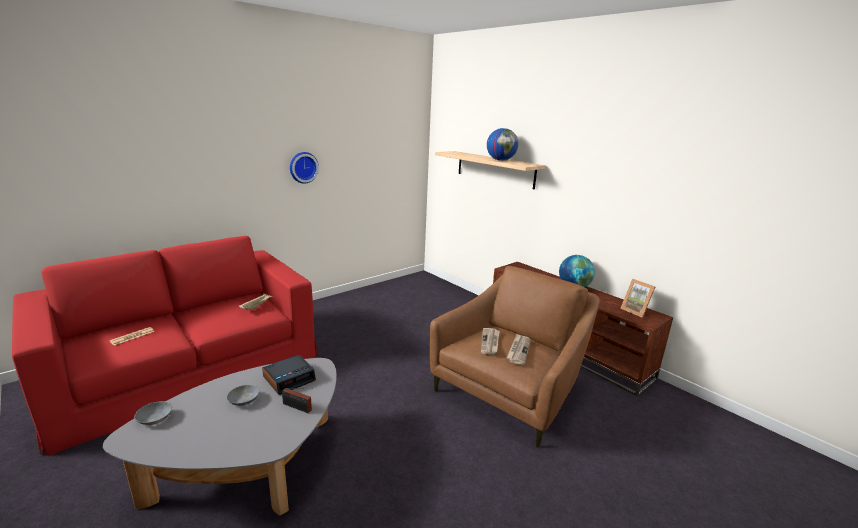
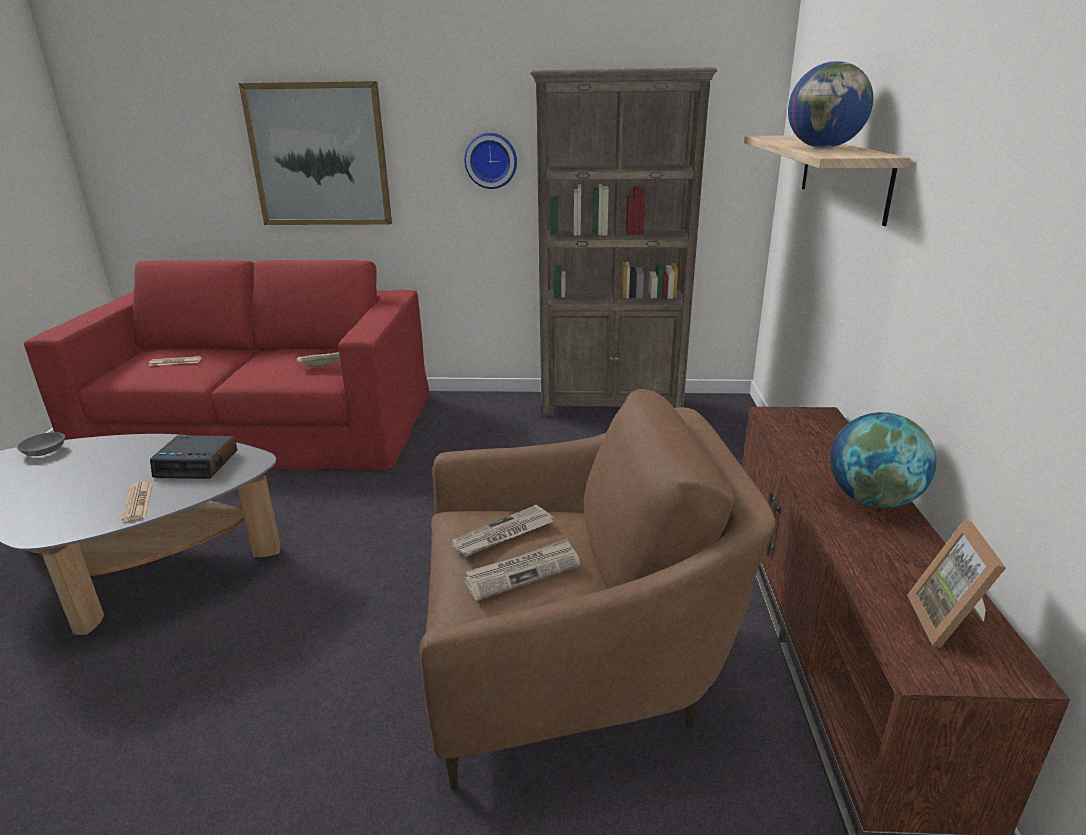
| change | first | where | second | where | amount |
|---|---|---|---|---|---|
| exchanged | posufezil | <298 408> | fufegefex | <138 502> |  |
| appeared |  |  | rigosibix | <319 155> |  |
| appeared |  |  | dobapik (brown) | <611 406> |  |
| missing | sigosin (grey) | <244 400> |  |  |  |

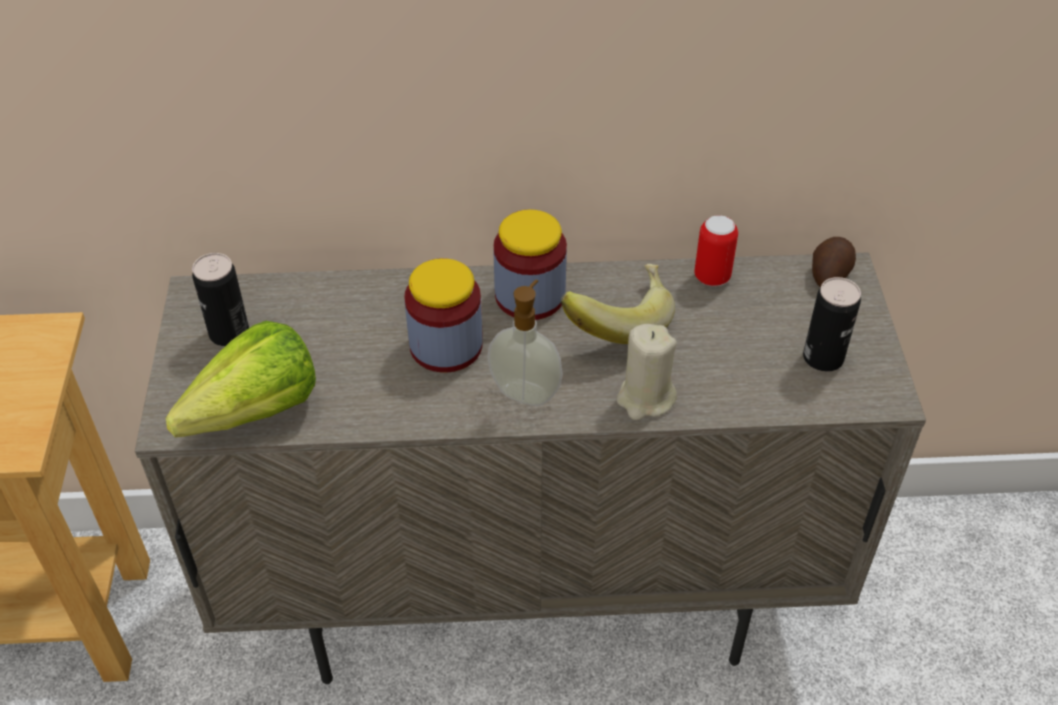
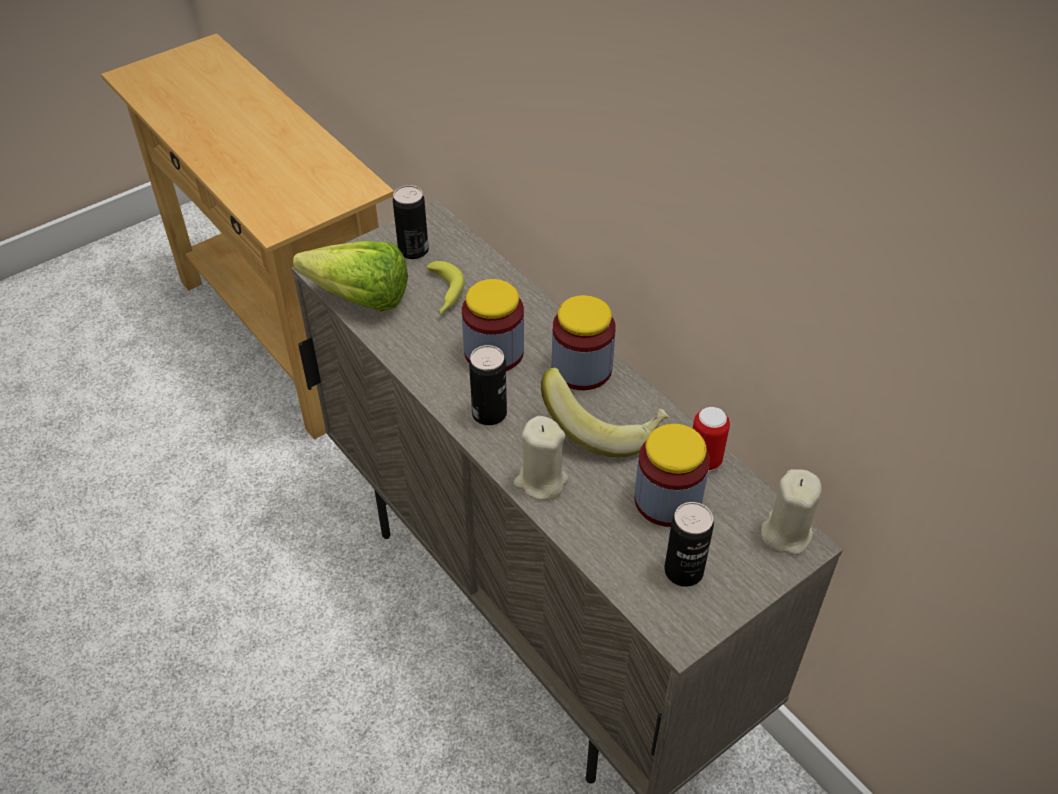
| change | first | where | second | where | amount |
|---|---|---|---|---|---|
| appeared |  |  | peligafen | <443 294> |  |
| exchanged | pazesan | <526 391> | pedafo | <489 413> |  |
| appeared |  |  | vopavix | <667 500> |  |
| exchanged | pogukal | <829 274> | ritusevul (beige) | <785 533> |  |

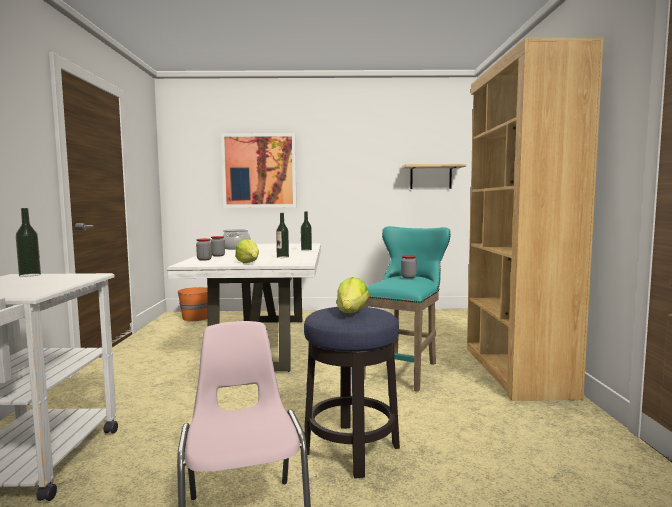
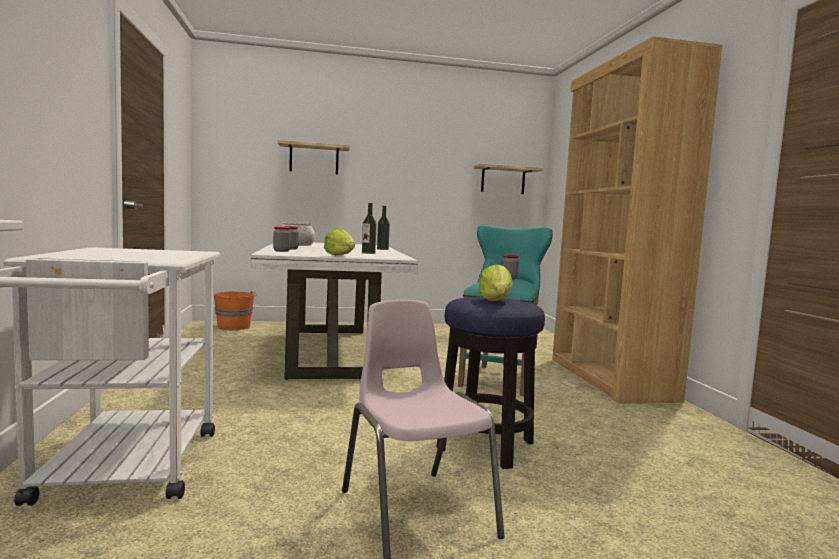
| change | first | where | second | where | amount |
|---|---|---|---|---|---|
| exchanged | rigosibix | <259 170> | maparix | <314 159> |  |
| missing | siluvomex | <30 275> |  |  |  |

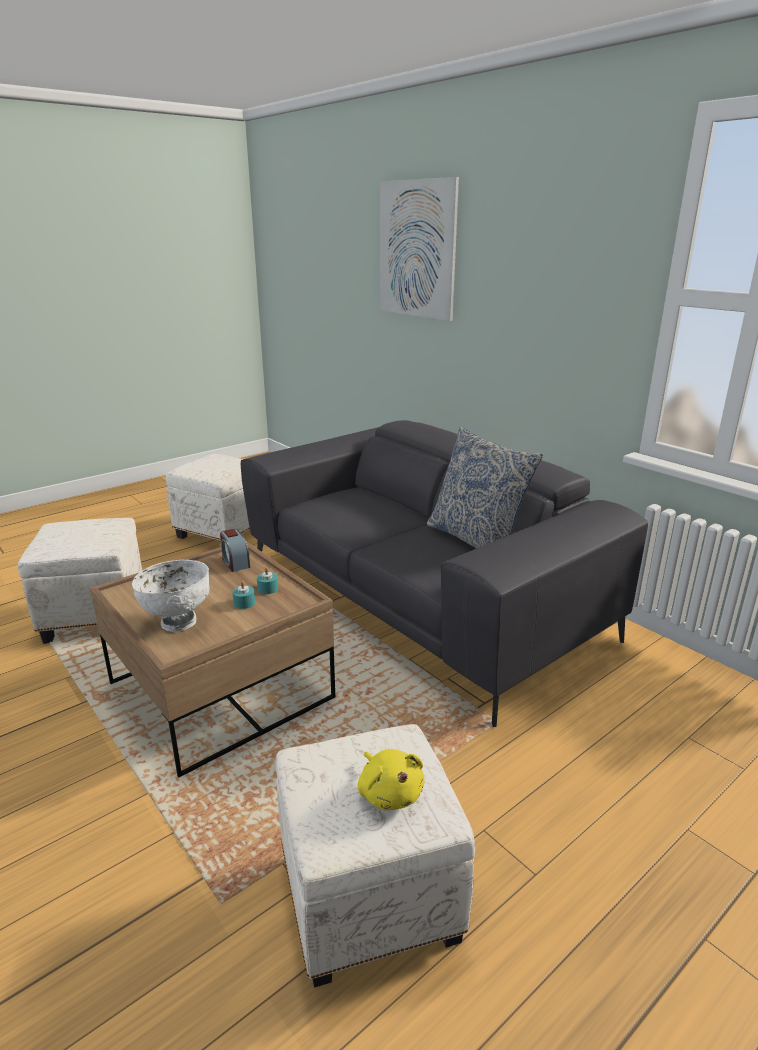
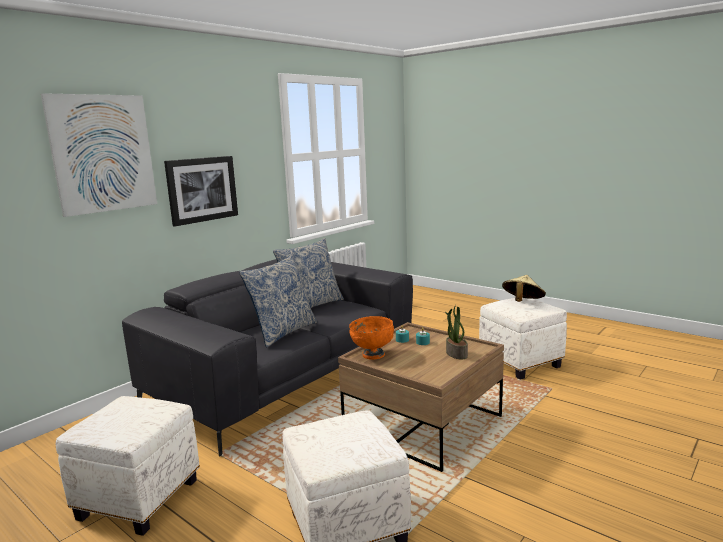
| change | first | where | second | where | amount |
|---|---|---|---|---|---|
| appeared |  |  | rigosibix | <202 189> |  |
| appeared |  |  | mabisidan | <283 332> |  |
| exchanged | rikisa | <235 562> | sigosin (orange) | <372 355> |  |
| exchanged | sigosin (white) | <178 621> | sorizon | <456 354> |  |
| exchanged | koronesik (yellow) | <389 792> | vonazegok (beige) | <522 302> |  |

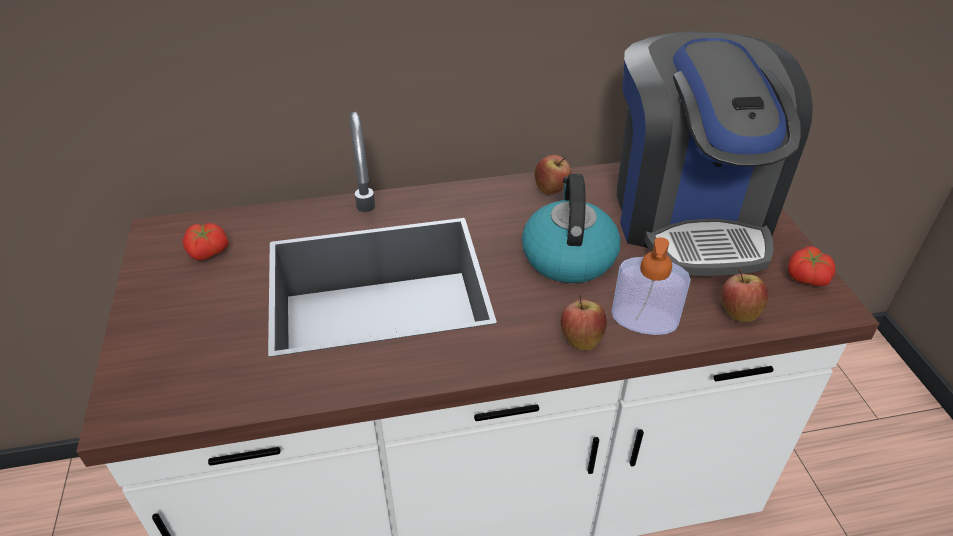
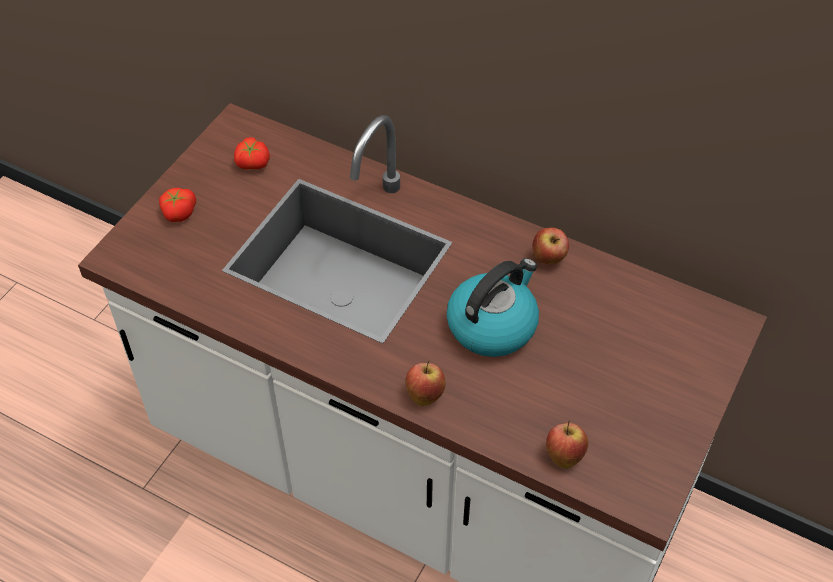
| change | first | where | second | where | amount |
|---|---|---|---|---|---|
| relocated | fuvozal | <805 278> |  | <178 212> |  |
| missing | pazesan | <644 320> |  |  |  |
| missing | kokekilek | <689 215> |  |  |  |

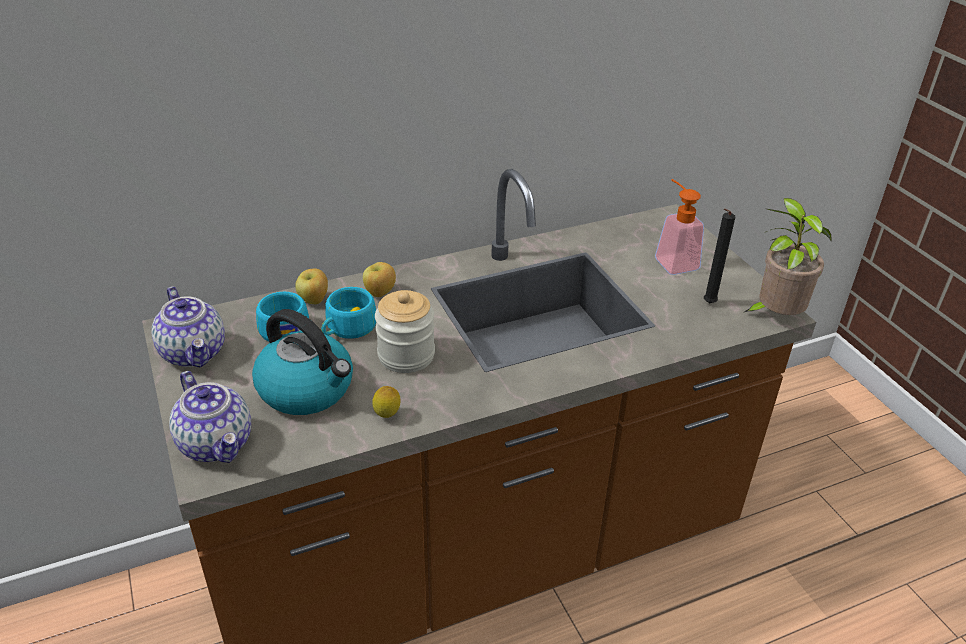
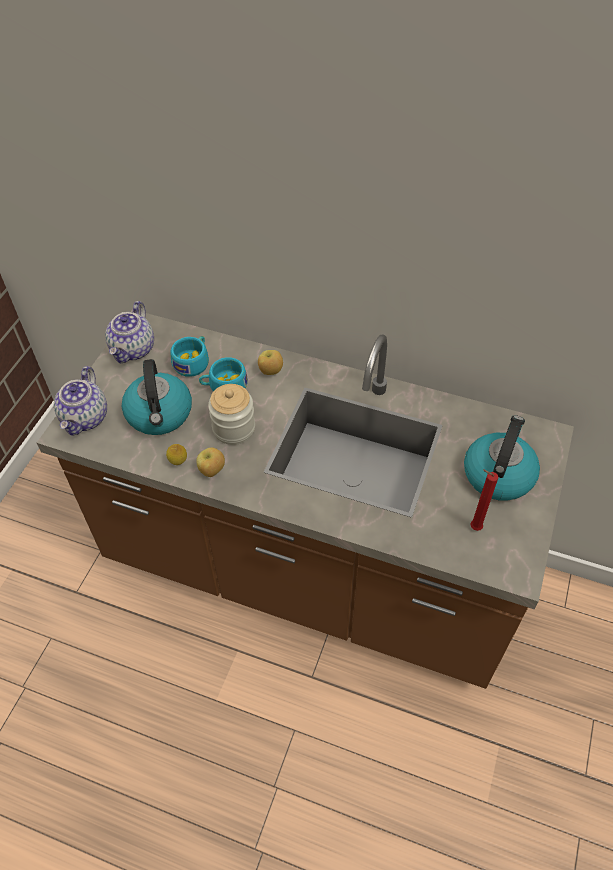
| change | first | where | second | where | amount |
|---|---|---|---|---|---|
| relocated | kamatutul | <314 300> |  | <212 471> |  |
| exchanged | pazesan | <672 260> | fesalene | <498 474> |  |
| colour | ritusevul (black) | <707 304> | ritusevul (red) | <473 527> |  |
| missing | sorizon | <774 316> |  |  |  |

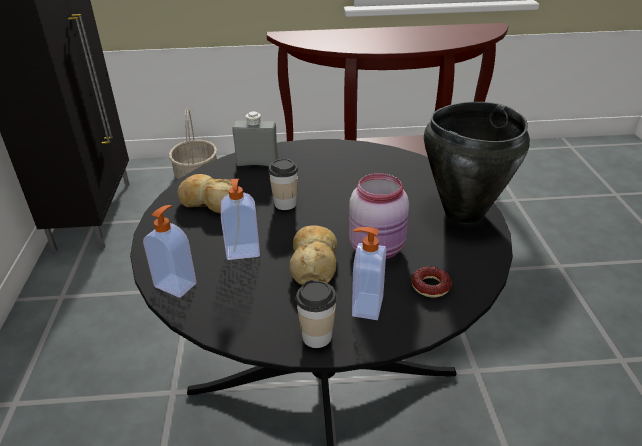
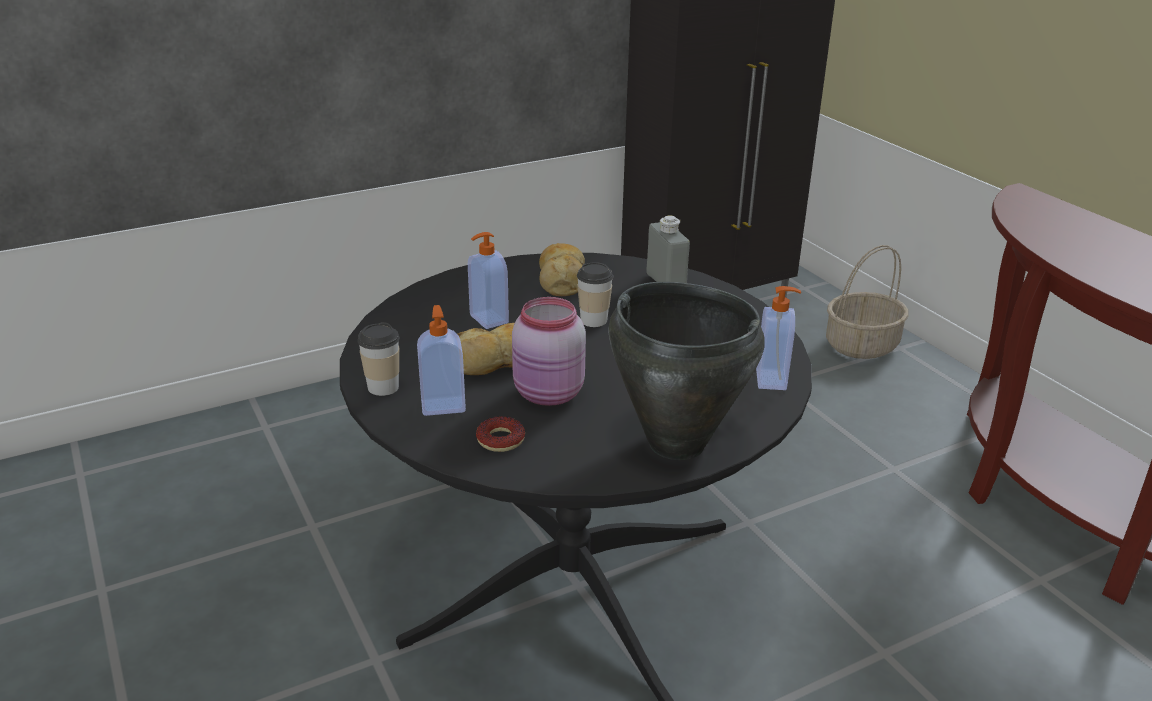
| change | first | where | second | where | amount |
|---|---|---|---|---|---|
| relocated | pazesan | <176 284> |  | <772 380> |  |

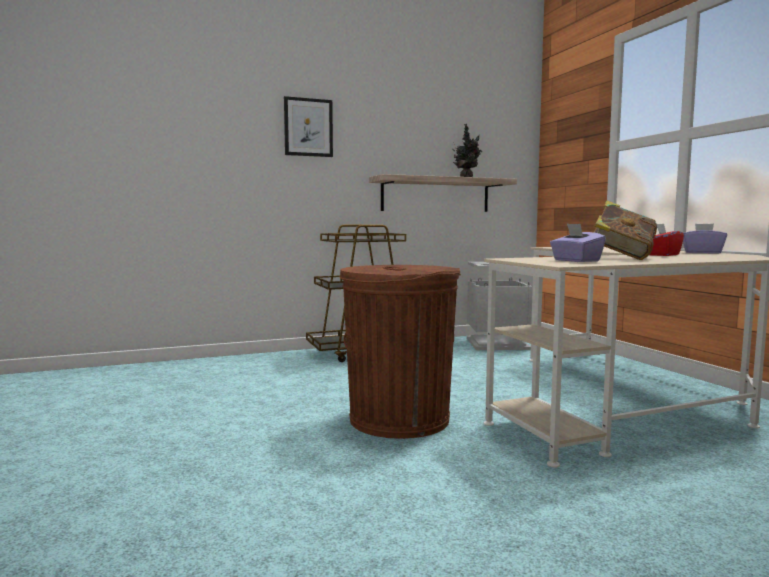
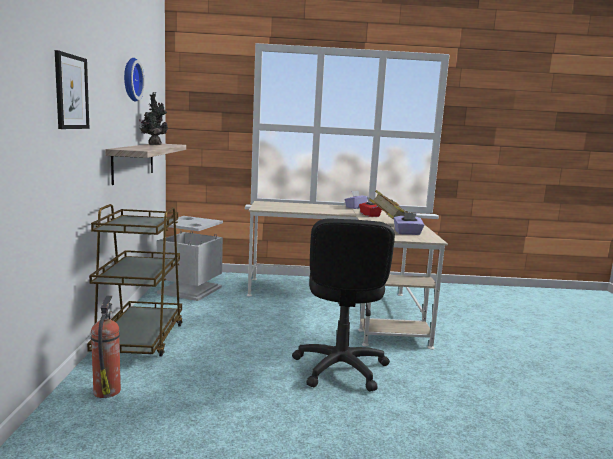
| change | first | where | second | where | amount |
|---|---|---|---|---|---|
| appeared |  |  | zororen | <107 390> |  |
| appeared |  |  | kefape | <130 79> |  |
| exchanged | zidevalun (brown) | <399 419> | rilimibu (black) | <340 368> |  |

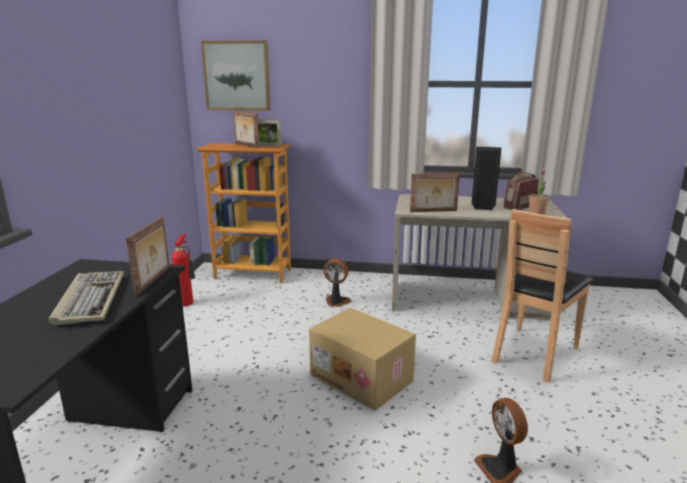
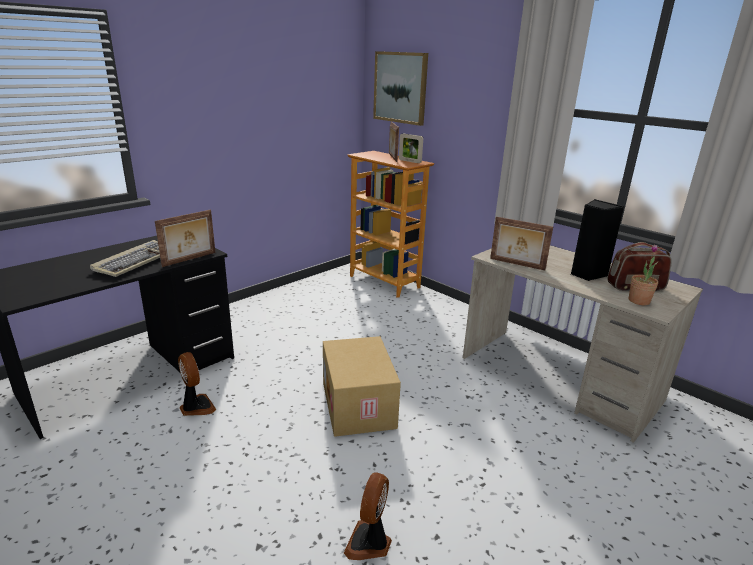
| change | first | where | second | where | amount |
|---|---|---|---|---|---|
| relocated | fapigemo | <336 302> |  | <196 407> |  |
| missing | zororen | <187 302> |  |  |  |
| missing | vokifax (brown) | <534 353> |  |  |  |

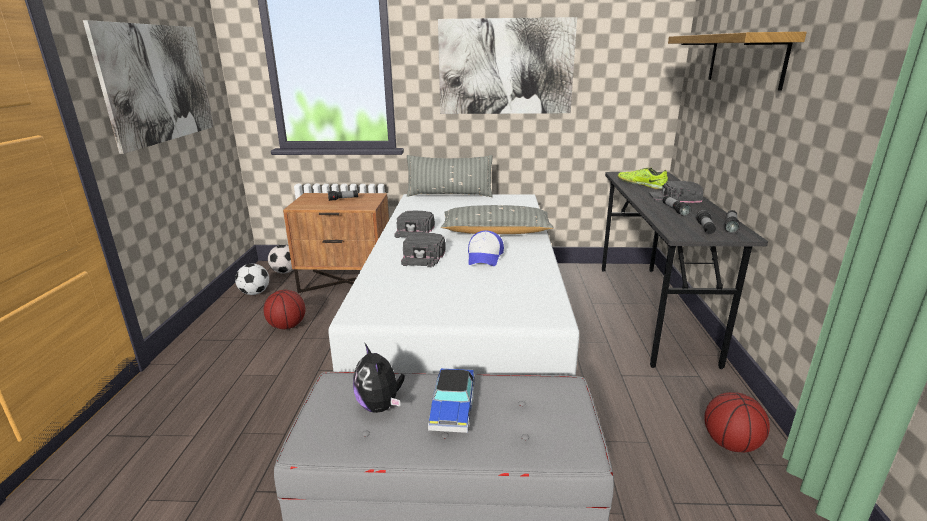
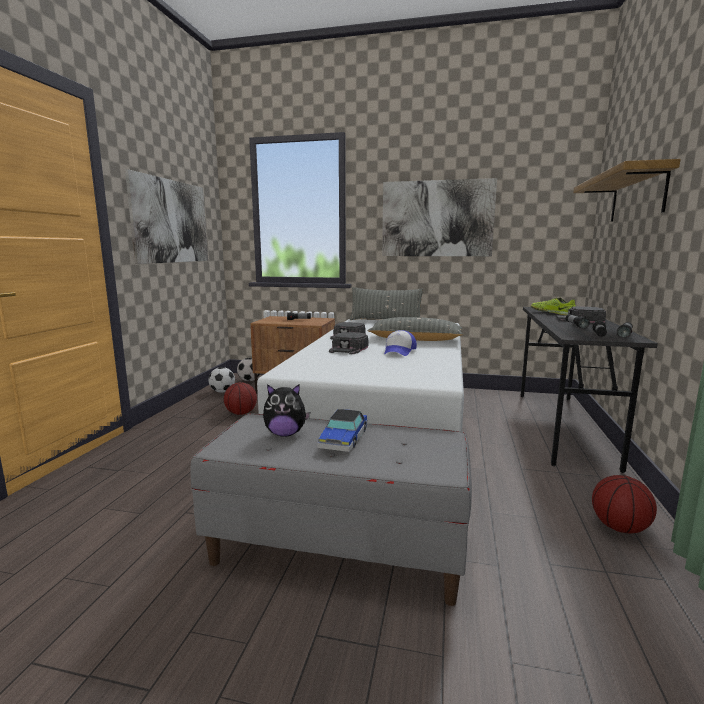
| change | first | where | second | where | amount |
|---|---|---|---|---|---|
| spun | koronesik | <380 406> |  | <285 434> | 75 degrees counterclockwise |

